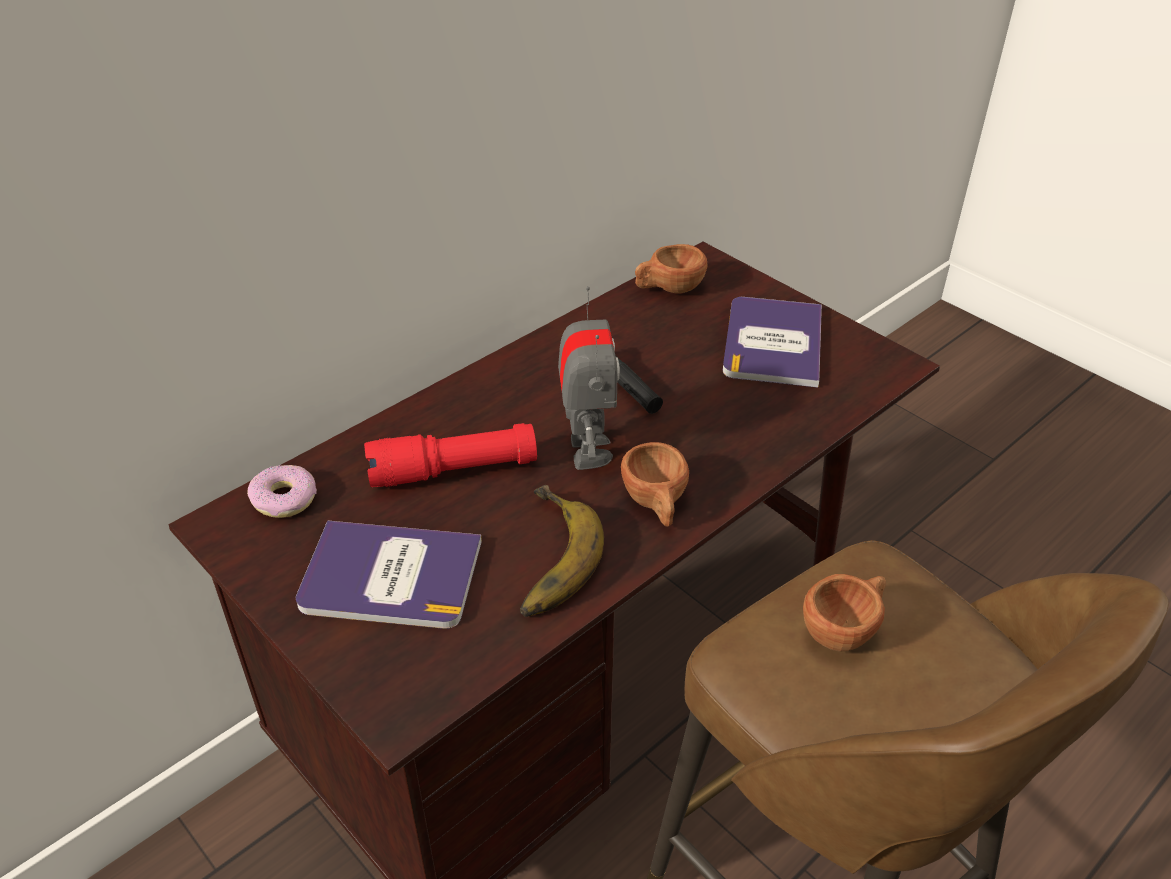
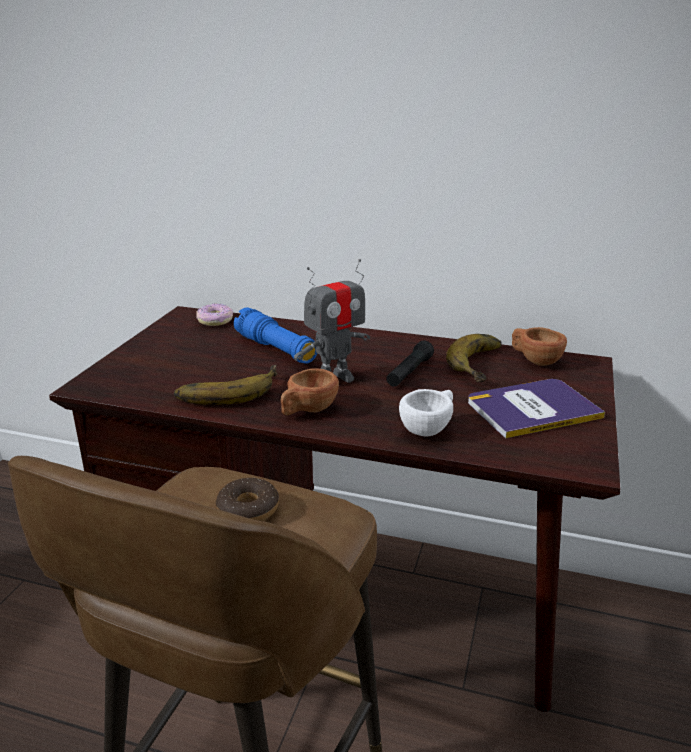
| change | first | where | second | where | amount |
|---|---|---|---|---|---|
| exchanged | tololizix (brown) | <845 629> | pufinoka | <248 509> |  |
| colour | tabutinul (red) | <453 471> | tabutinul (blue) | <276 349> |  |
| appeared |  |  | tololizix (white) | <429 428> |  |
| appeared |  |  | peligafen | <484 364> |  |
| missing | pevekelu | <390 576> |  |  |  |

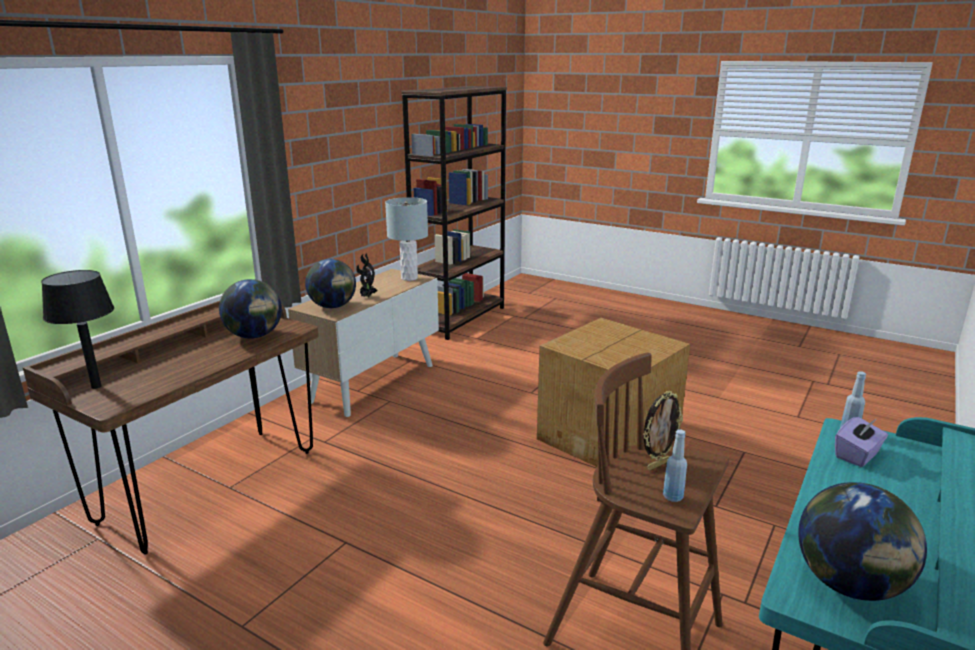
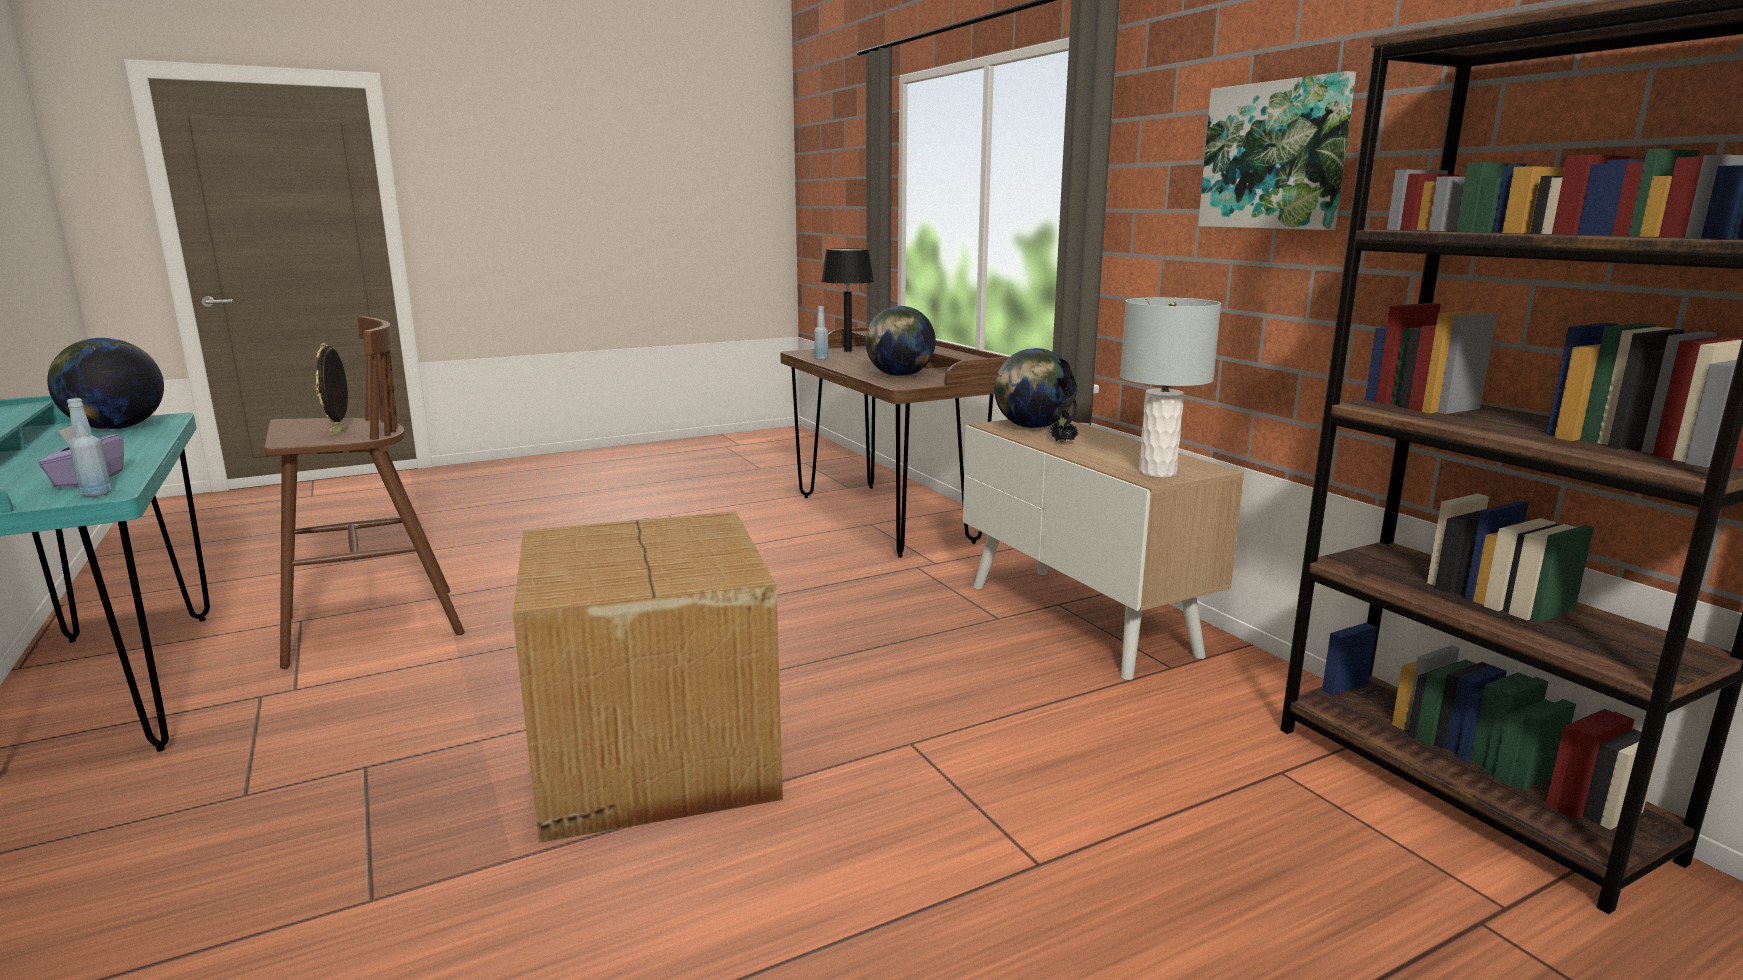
| change | first | where | second | where | amount |
|---|---|---|---|---|---|
| relocated | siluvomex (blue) | <673 497> |  | <821 359> |  |
| appeared |  |  | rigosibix | <1275 156> |  |

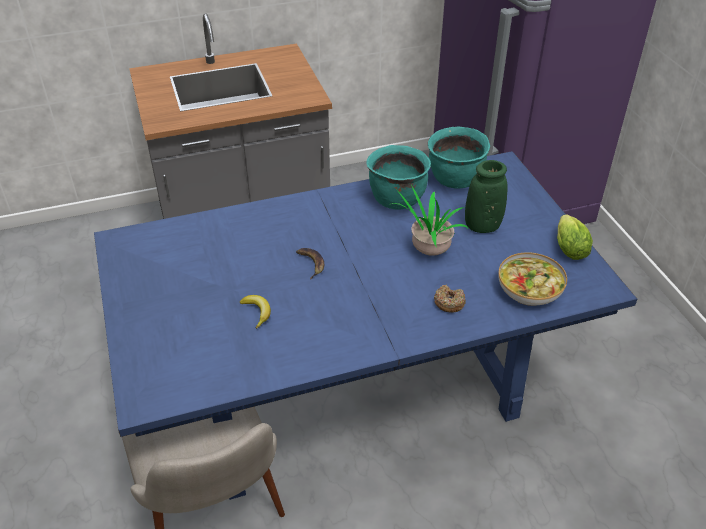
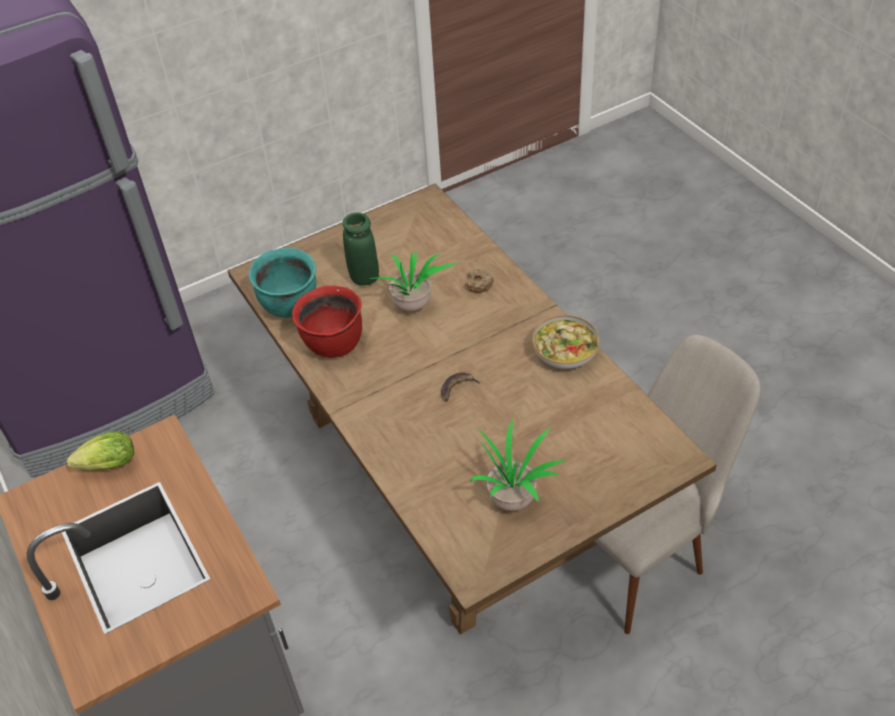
| change | first | where | second | where | amount |
|---|---|---|---|---|---|
| relocated | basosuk | <568 247> |  | <105 466> |  |
| colour | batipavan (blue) | <351 389> | batipavan (brown) | <458 478> |  |
| colour | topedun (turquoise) | <396 199> | topedun (red) | <333 344> |  |
| appeared |  |  | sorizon | <514 498> |  |
| relocated | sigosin | <529 290> |  | <564 353> |  |
| missing | peligafen | <257 312> |  |  |  |

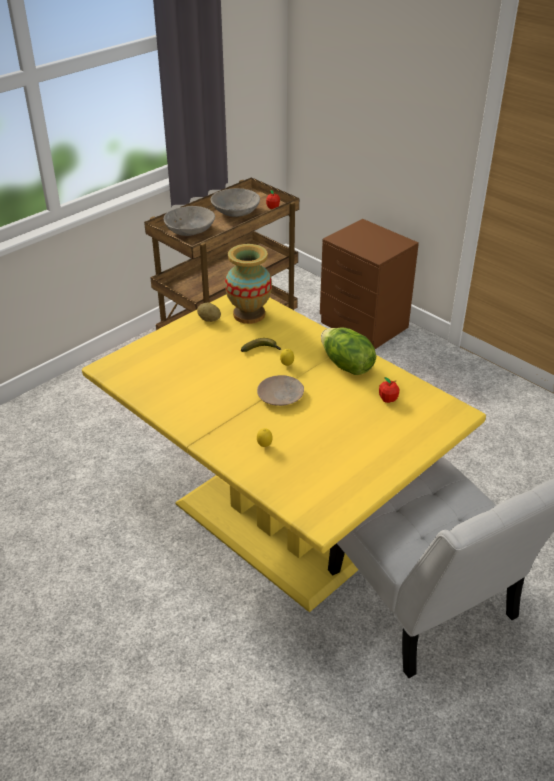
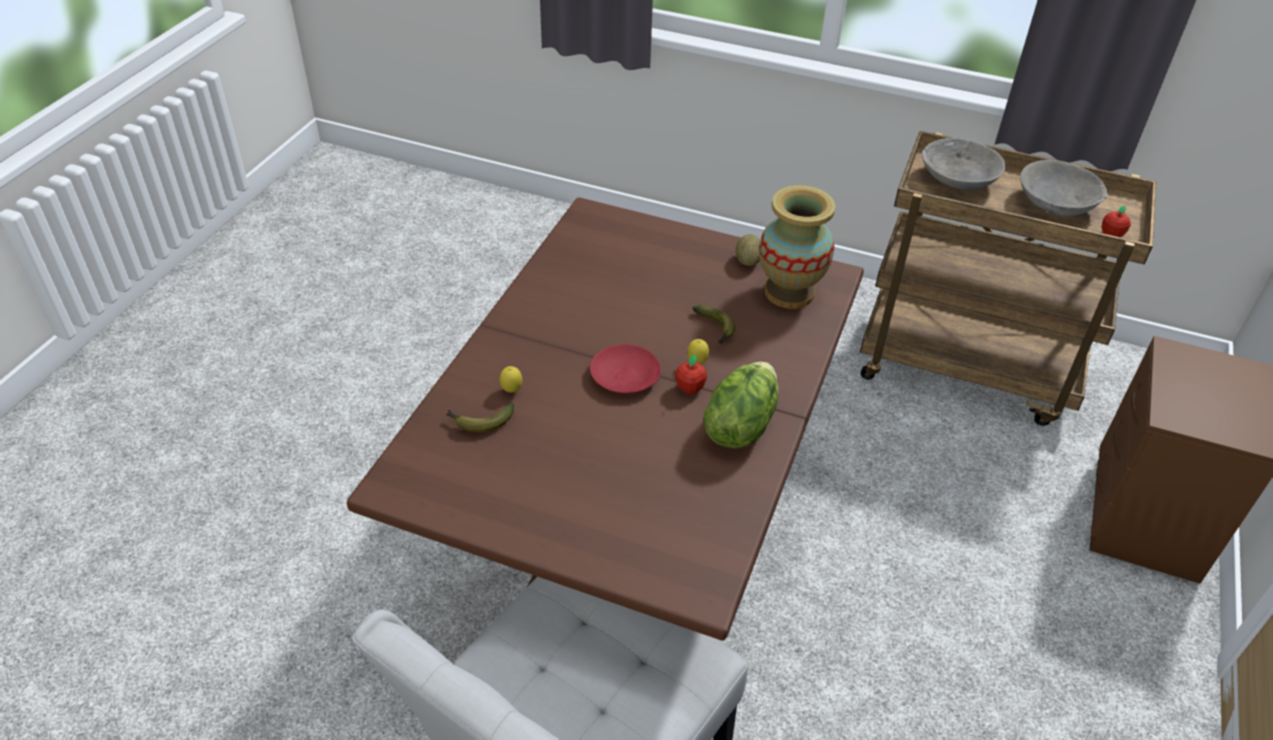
| change | first | where | second | where | amount |
|---|---|---|---|---|---|
| colour | batipavan (yellow) | <276 526> | batipavan (brown) | <630 551> |  |
| appeared |  |  | peligafen | <480 422> |  |
| colour | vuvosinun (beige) | <281 395> | vuvosinun (red) | <625 376> |  |
| relocated | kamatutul | <388 399> |  | <690 388> |  |

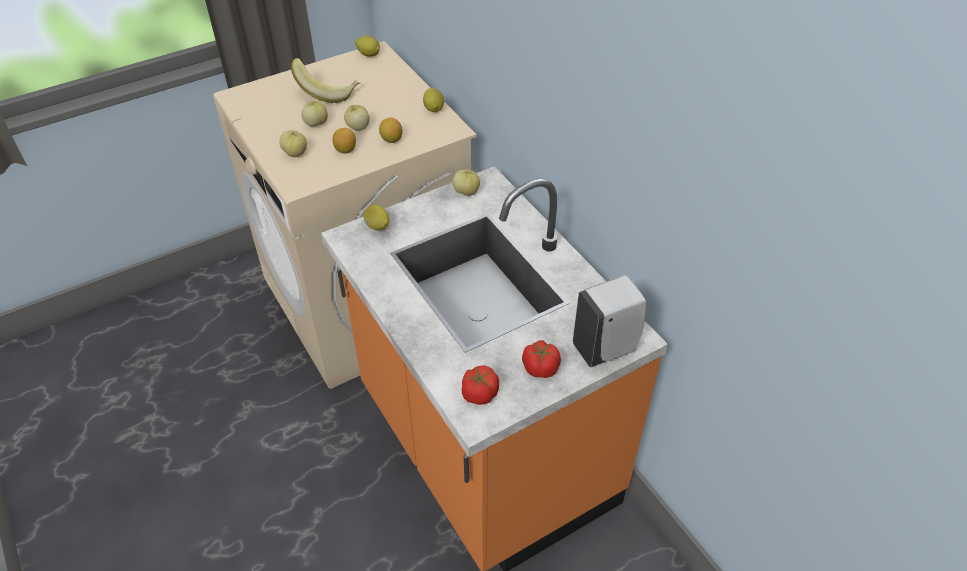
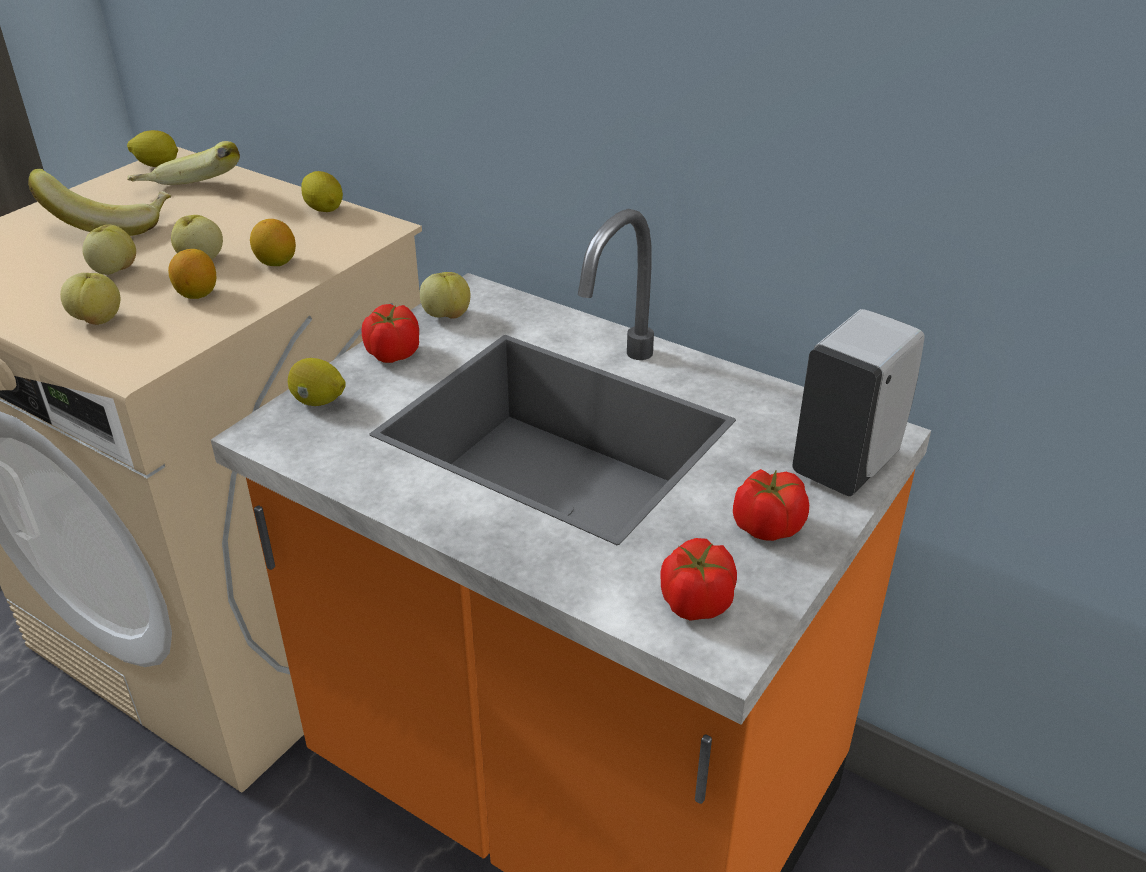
| change | first | where | second | where | amount |
|---|---|---|---|---|---|
| appeared |  |  | peligafen | <190 195> |  |
| appeared |  |  | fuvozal | <393 354> |  |

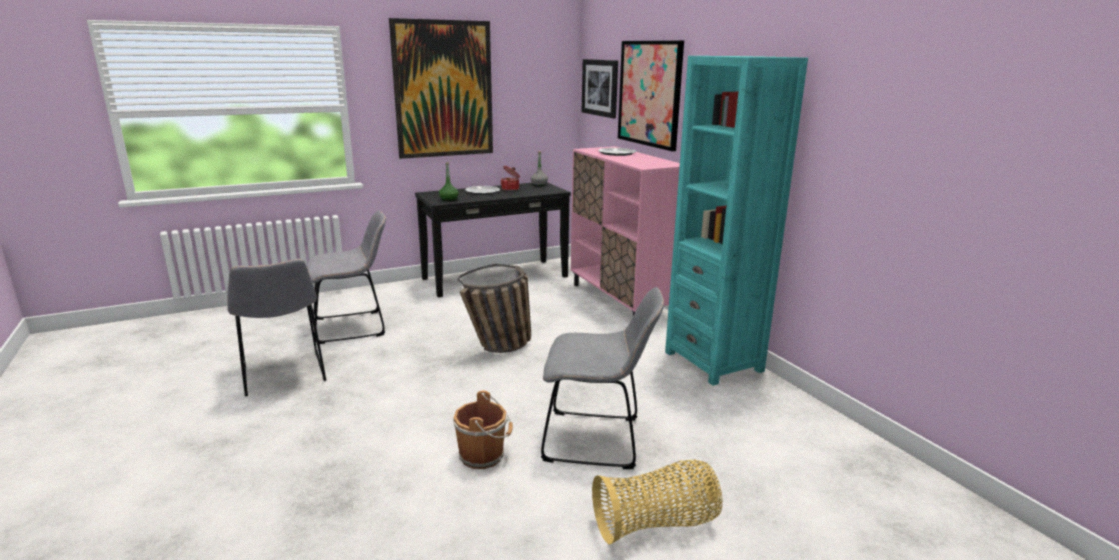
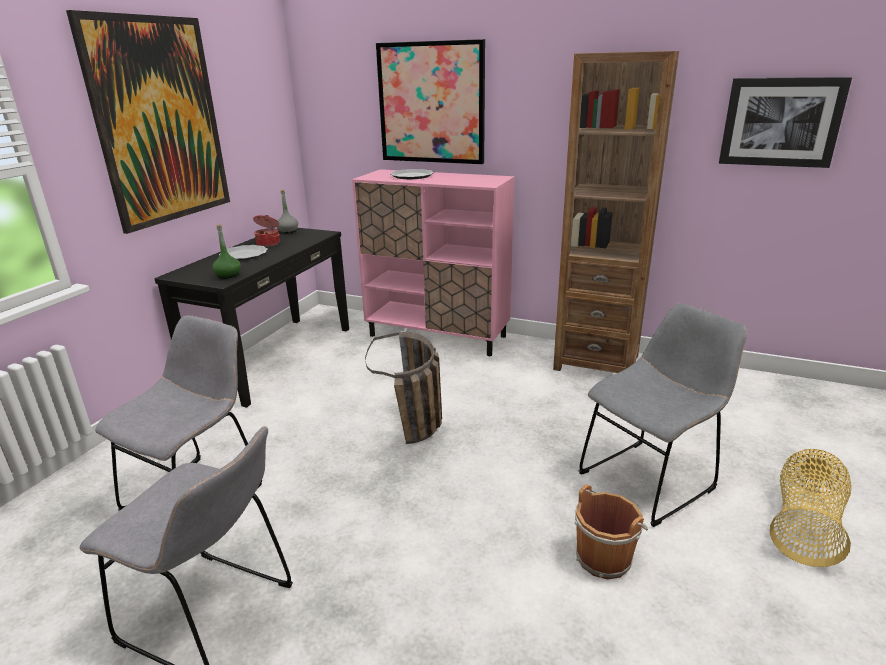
| change | first | where | second | where | amount |
|---|---|---|---|---|---|
| colour | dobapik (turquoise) | <713 361> | dobapik (brown) | <596 362> |  |
| relocated | rigosibix | <600 87> |  | <780 122> |  |

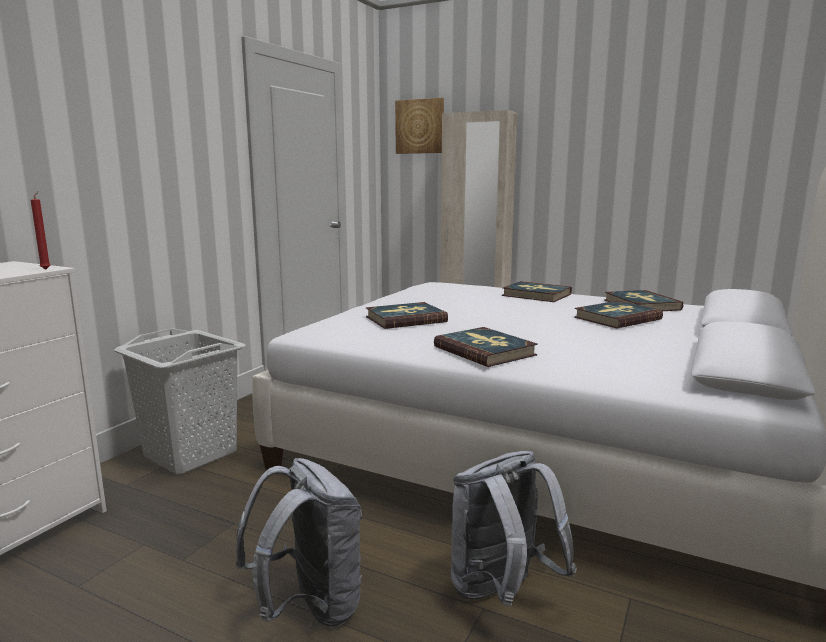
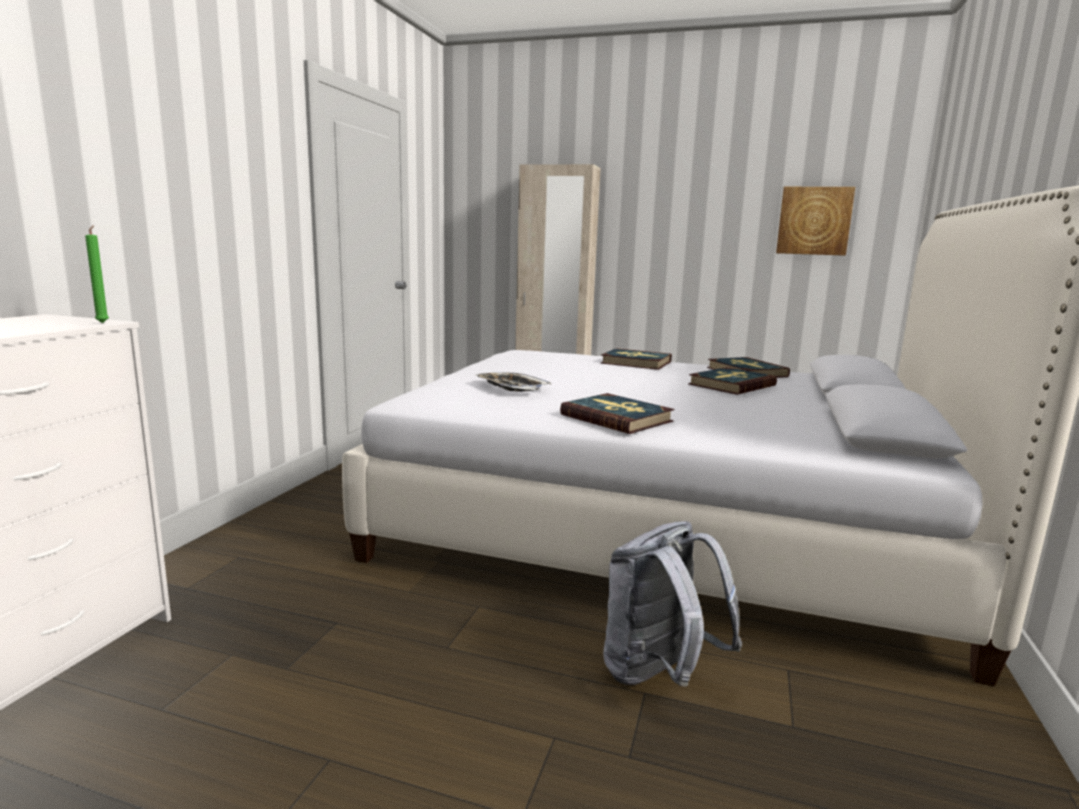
| change | first | where | second | where | amount |
|---|---|---|---|---|---|
| colour | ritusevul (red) | <46 269> | ritusevul (green) | <103 322> |  |
| exchanged | pevekelu | <405 319> | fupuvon | <511 387> |  |
| relocated | rigosibix | <420 126> |  | <814 221> |  |
| missing | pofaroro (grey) | <190 454> |  |  |  |
| missing | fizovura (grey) | <309 607> |  |  |  |

